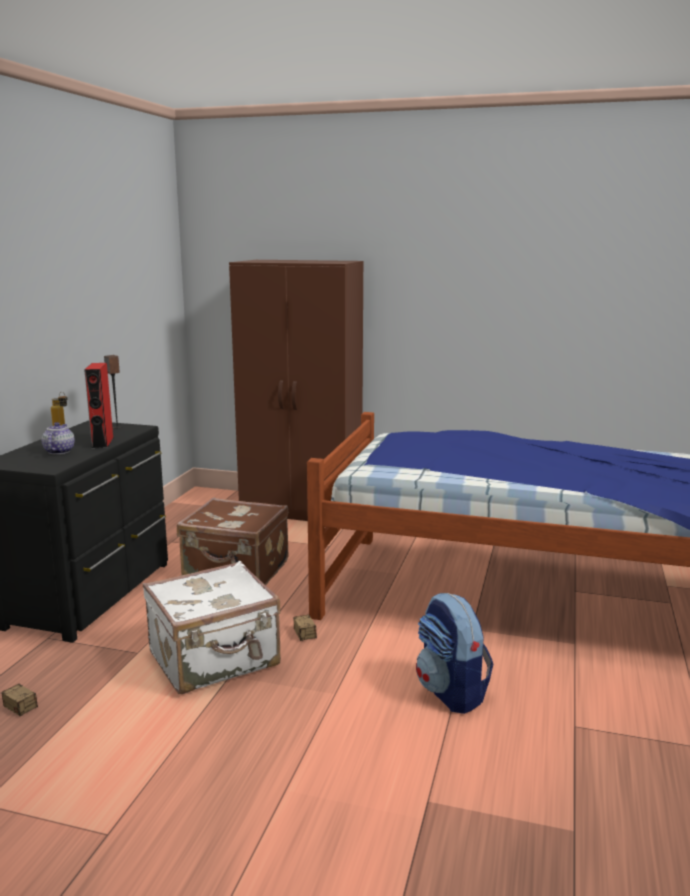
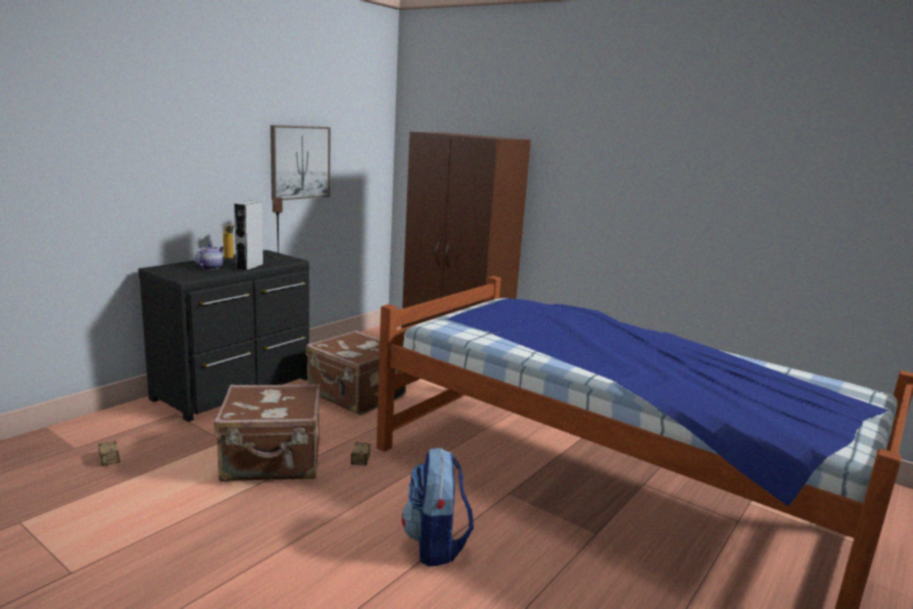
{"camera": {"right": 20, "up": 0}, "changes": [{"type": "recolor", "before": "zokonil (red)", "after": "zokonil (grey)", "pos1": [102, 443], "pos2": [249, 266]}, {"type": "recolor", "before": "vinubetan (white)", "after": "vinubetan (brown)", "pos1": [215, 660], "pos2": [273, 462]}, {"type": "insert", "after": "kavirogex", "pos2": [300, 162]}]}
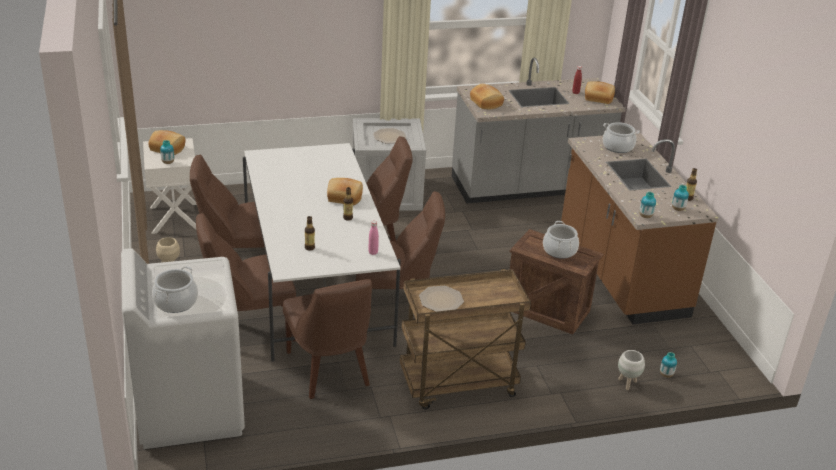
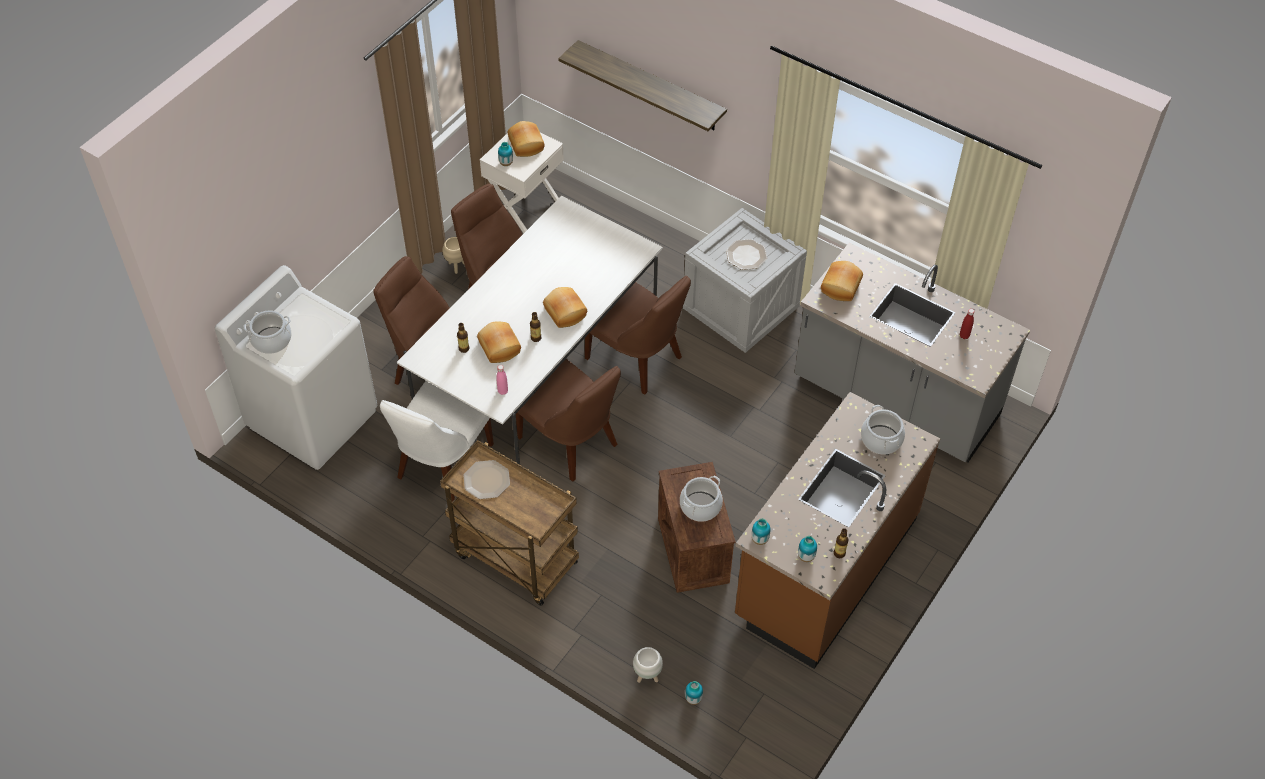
{"camera": {"right": 50, "up": 20}, "changes": [{"type": "recolor", "before": "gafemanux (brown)", "after": "gafemanux (white)", "pos1": [329, 371], "pos2": [442, 464]}, {"type": "move", "before": "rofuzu", "pos1": [598, 99], "pos2": [498, 348]}, {"type": "insert", "after": "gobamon", "pos2": [651, 86]}]}
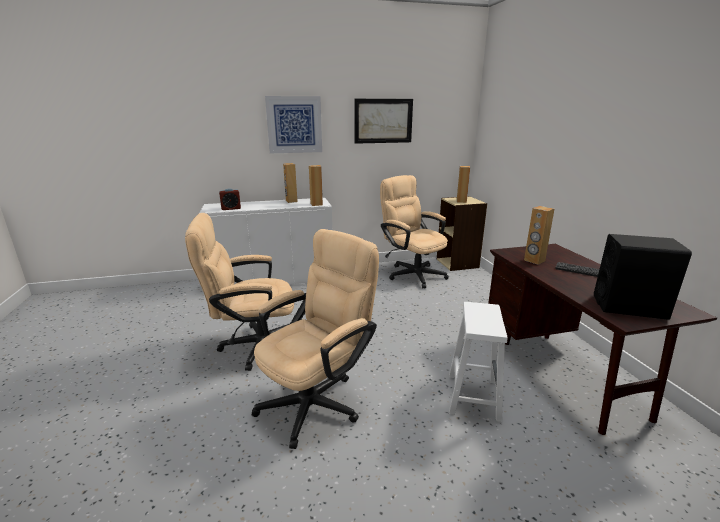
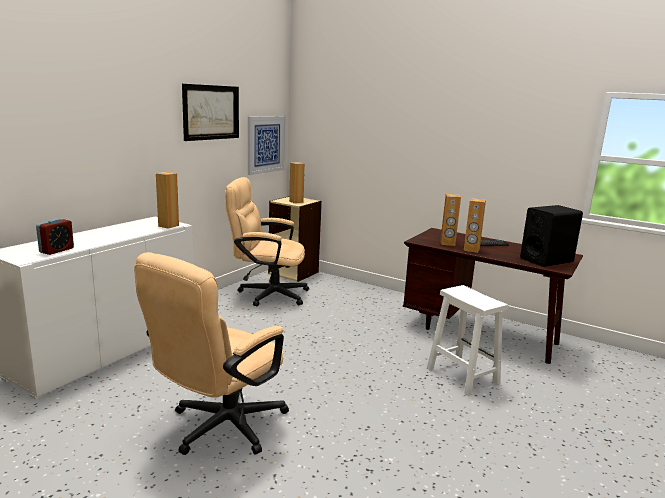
{"camera": {"right": -45, "up": -5}, "changes": [{"type": "delete", "before": "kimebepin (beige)", "pos1": [318, 400]}, {"type": "move", "before": "kavirogex", "pos1": [294, 125], "pos2": [265, 144]}, {"type": "move", "before": "zokonil (brown)", "pos1": [291, 201], "pos2": [471, 250]}]}
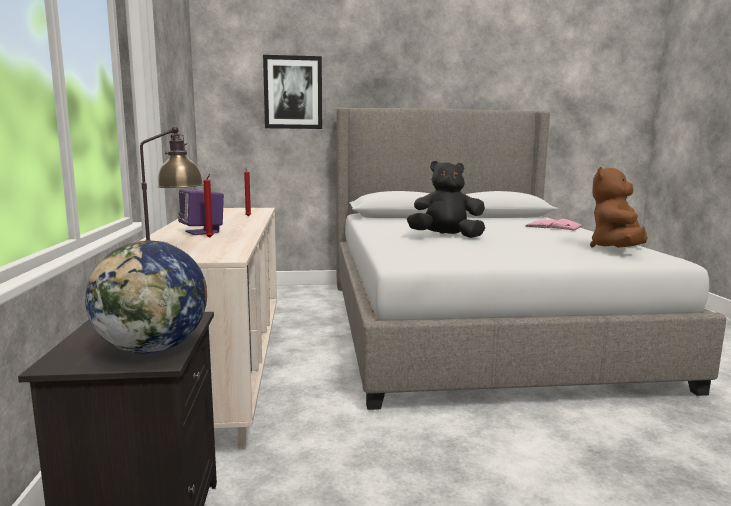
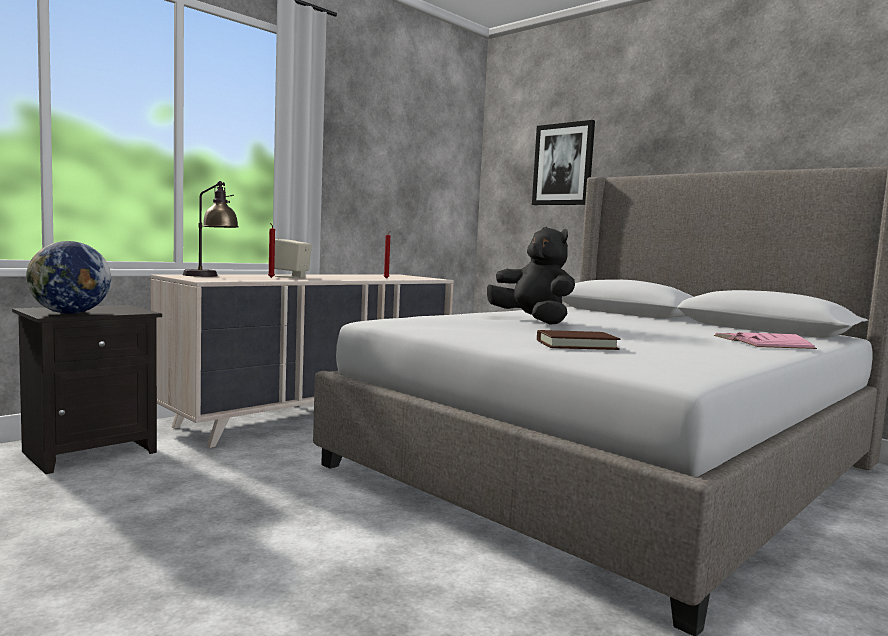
{"camera": {"right": 50, "up": -5}, "changes": [{"type": "recolor", "before": "zokonil (purple)", "after": "zokonil (beige)", "pos1": [202, 232], "pos2": [290, 276]}, {"type": "delete", "before": "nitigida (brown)", "pos1": [617, 250]}, {"type": "insert", "after": "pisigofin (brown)", "pos2": [576, 345]}]}
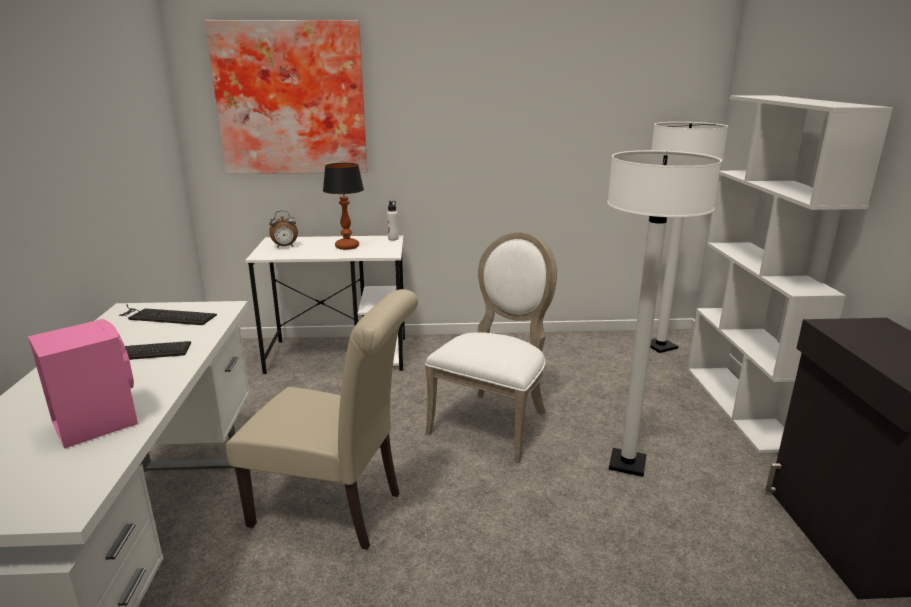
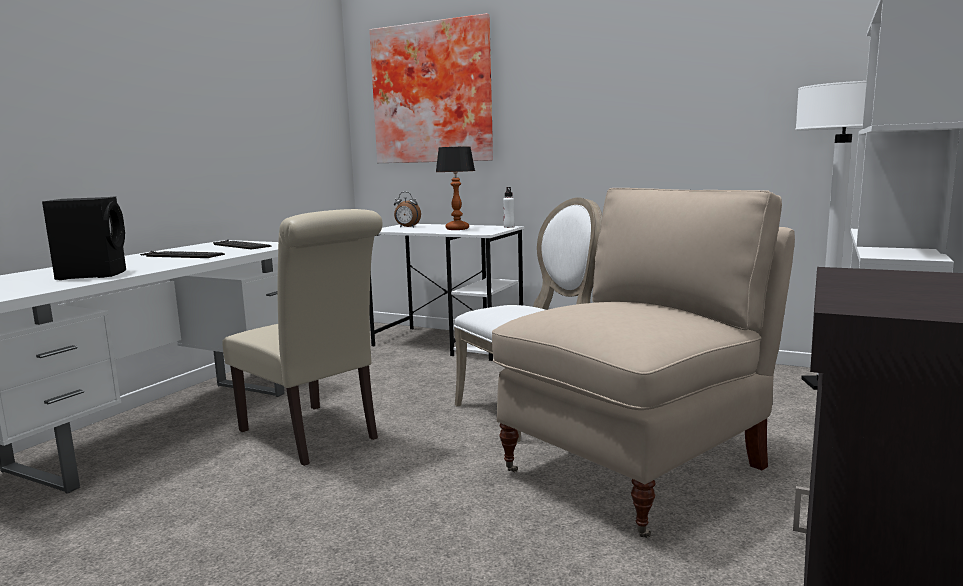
{"camera": {"right": 30, "up": -10}, "changes": [{"type": "recolor", "before": "zokonil (pink)", "after": "zokonil (black)", "pos1": [96, 422], "pos2": [94, 274]}, {"type": "replace", "before": "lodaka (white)", "after": "gafemanux (beige)", "pos1": [627, 464], "pos2": [638, 468]}]}
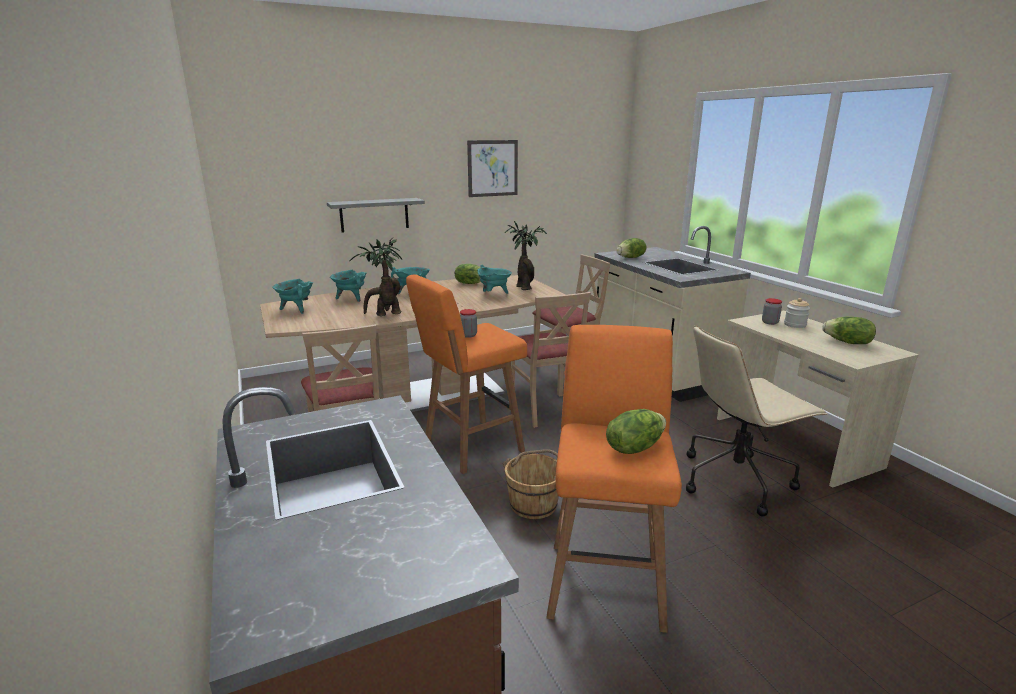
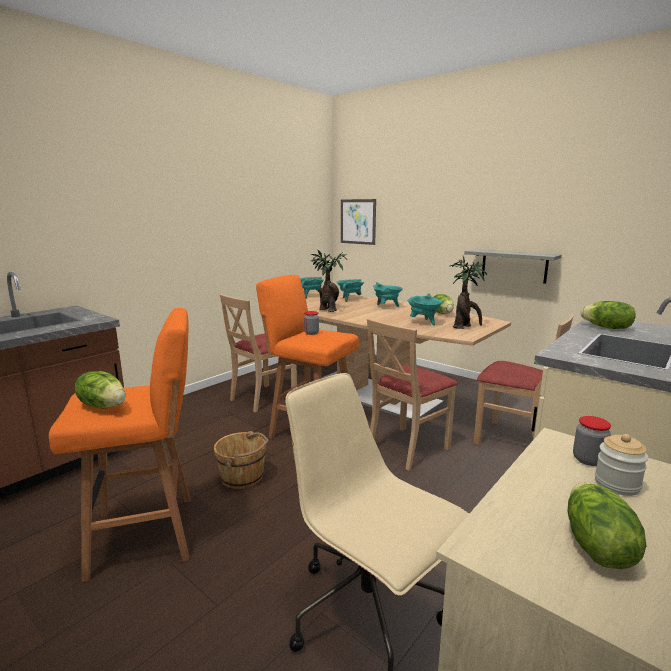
{"camera": {"right": 65, "up": -5}, "changes": [{"type": "move", "before": "gobamon (grey)", "pos1": [374, 215], "pos2": [514, 266]}, {"type": "move", "before": "kavirogex", "pos1": [492, 168], "pos2": [358, 221]}]}
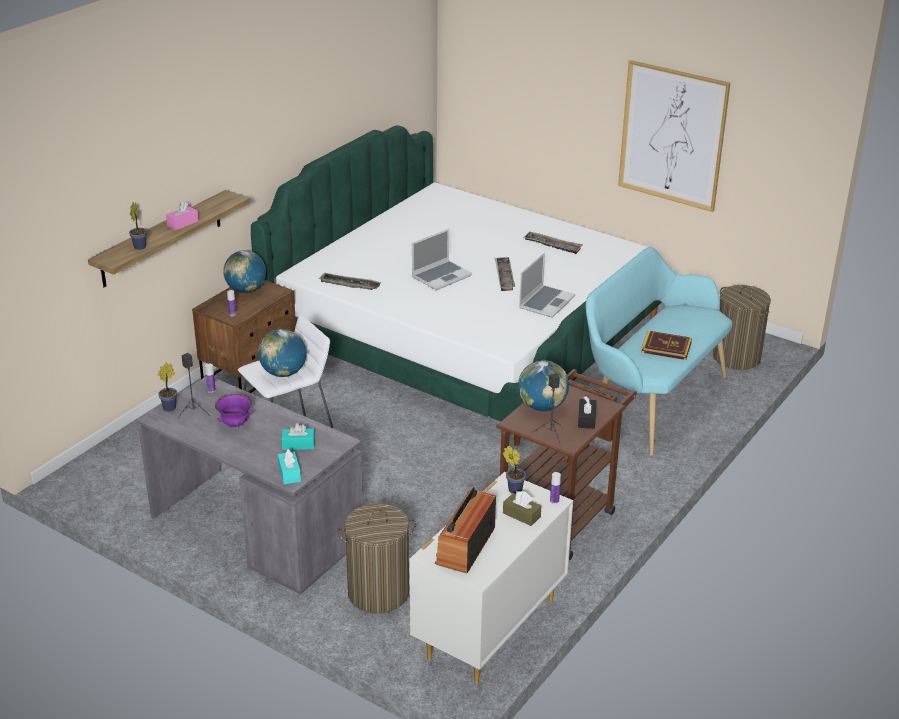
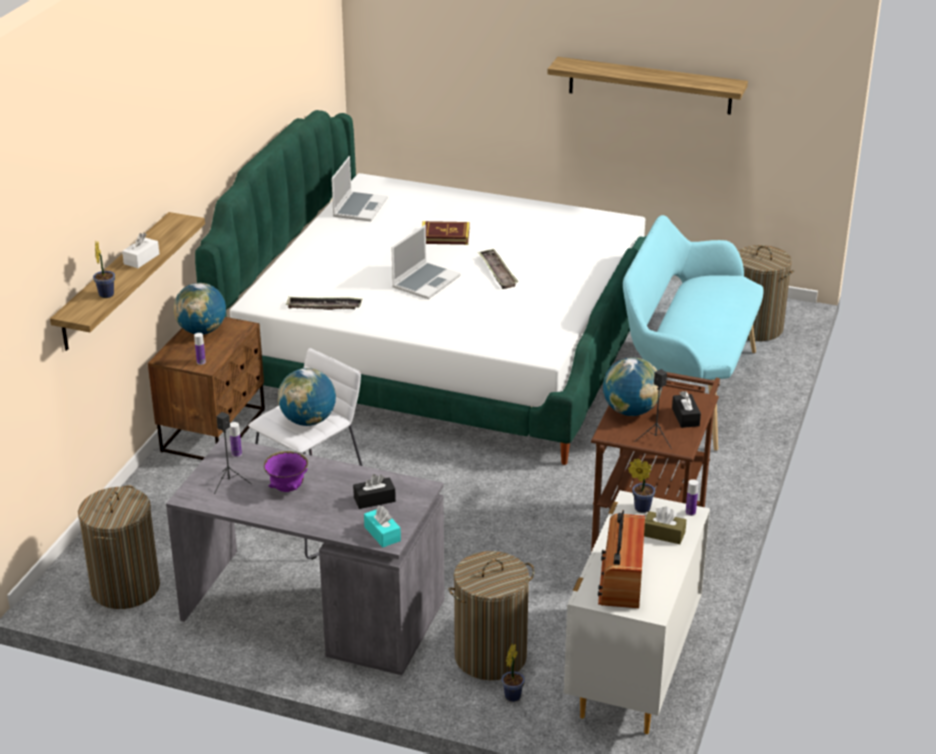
{"camera": {"right": -15, "up": 0}, "changes": [{"type": "move", "before": "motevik", "pos1": [171, 407], "pos2": [513, 695]}, {"type": "recolor", "before": "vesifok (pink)", "after": "vesifok (white)", "pos1": [182, 223], "pos2": [141, 259]}, {"type": "recolor", "before": "vesifok (turquoise)", "after": "vesifok (black)", "pos1": [298, 444], "pos2": [374, 499]}, {"type": "move", "before": "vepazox", "pos1": [546, 302], "pos2": [359, 207]}, {"type": "delete", "before": "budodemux", "pos1": [552, 245]}, {"type": "replace", "before": "kavirogex", "after": "gobamon", "pos1": [672, 135], "pos2": [650, 85]}, {"type": "move", "before": "pisigofin", "pos1": [666, 348], "pos2": [445, 236]}, {"type": "insert", "after": "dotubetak", "pos2": [125, 588]}]}
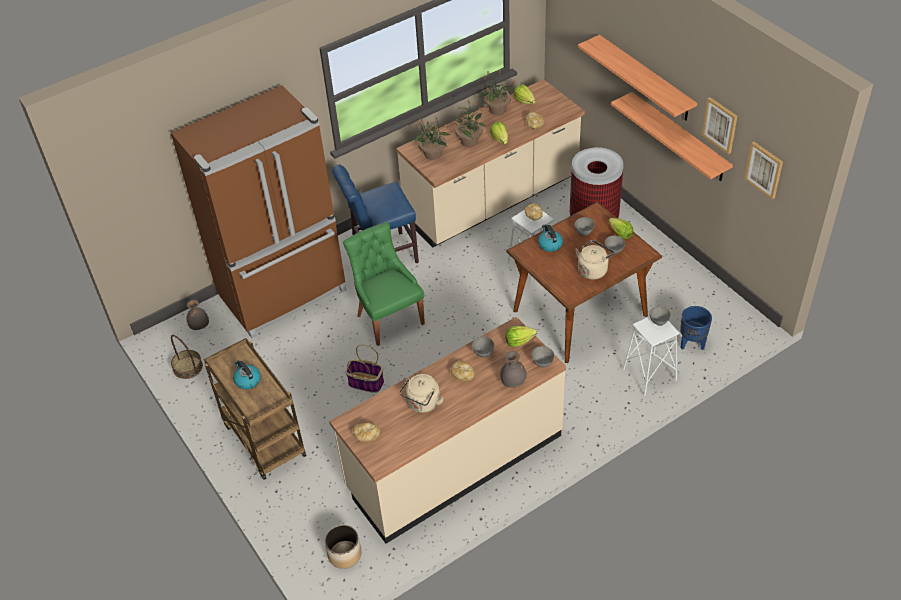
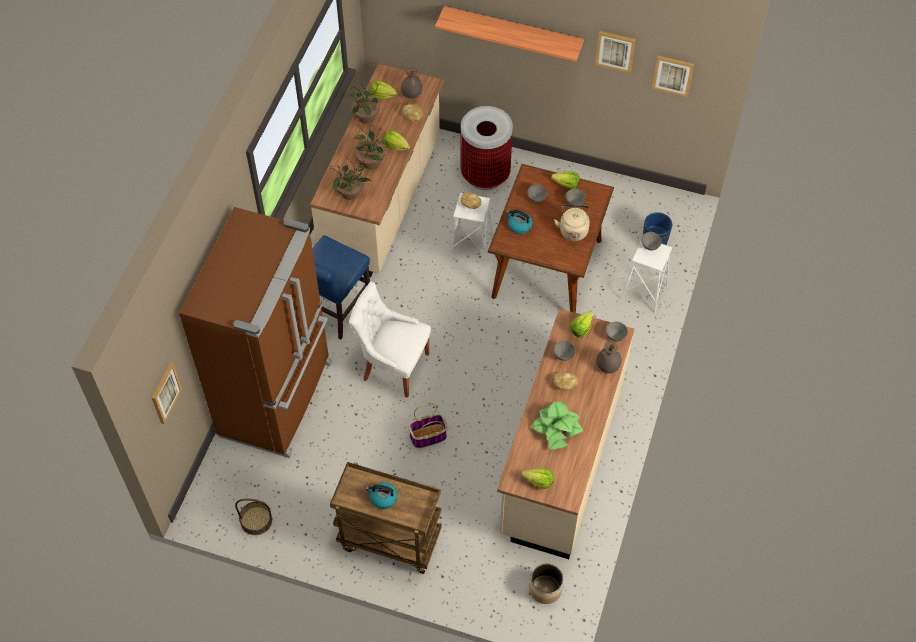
{"camera": {"right": -40, "up": 10}, "changes": [{"type": "move", "before": "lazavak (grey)", "pos1": [199, 326], "pos2": [411, 94]}, {"type": "recolor", "before": "gafemanux (green)", "after": "gafemanux (white)", "pos1": [388, 318], "pos2": [393, 366]}, {"type": "replace", "before": "rofuzu", "after": "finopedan", "pos1": [366, 436], "pos2": [538, 482]}, {"type": "replace", "before": "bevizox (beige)", "after": "motevik", "pos1": [422, 404], "pos2": [557, 428]}, {"type": "delete", "before": "gobamon", "pos1": [679, 137]}, {"type": "insert", "after": "kavirogex", "pos2": [165, 392]}]}
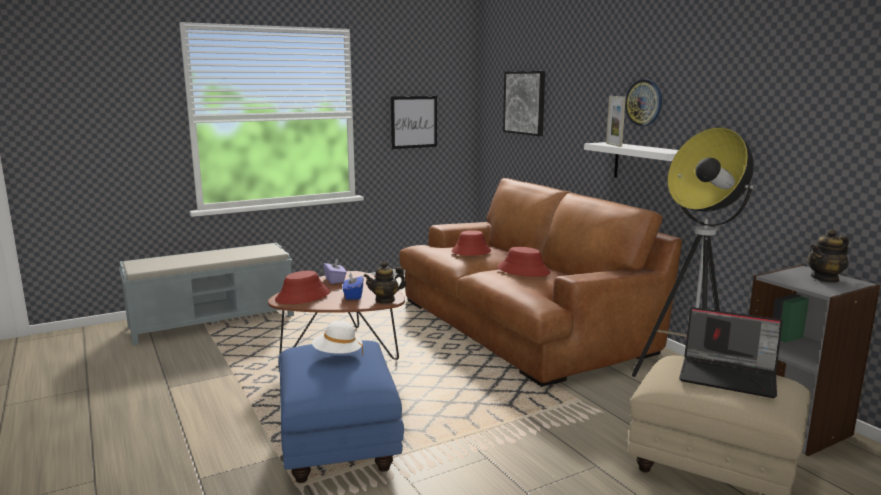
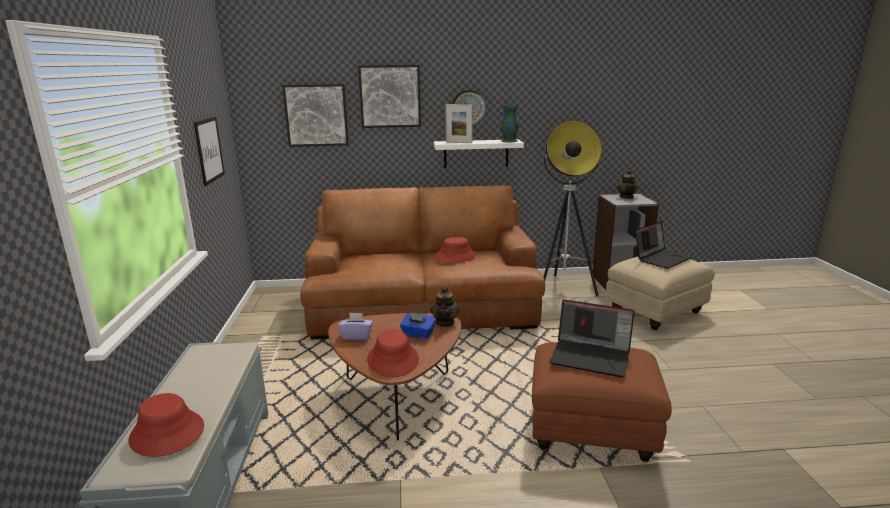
{"camera": {"right": -65, "up": 5}, "changes": [{"type": "recolor", "before": "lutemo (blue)", "after": "lutemo (brown)", "pos1": [339, 446], "pos2": [593, 431]}, {"type": "replace", "before": "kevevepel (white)", "after": "vepazox", "pos1": [337, 355], "pos2": [591, 357]}, {"type": "move", "before": "kevevepel (red)", "pos1": [471, 251], "pos2": [167, 433]}, {"type": "insert", "after": "kavirogex", "pos2": [390, 96]}, {"type": "insert", "after": "lazavak (green)", "pos2": [509, 141]}]}
